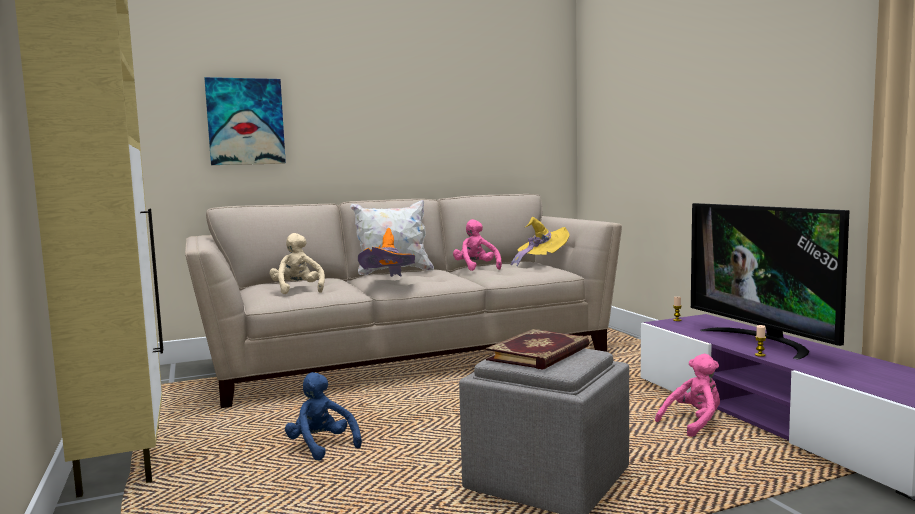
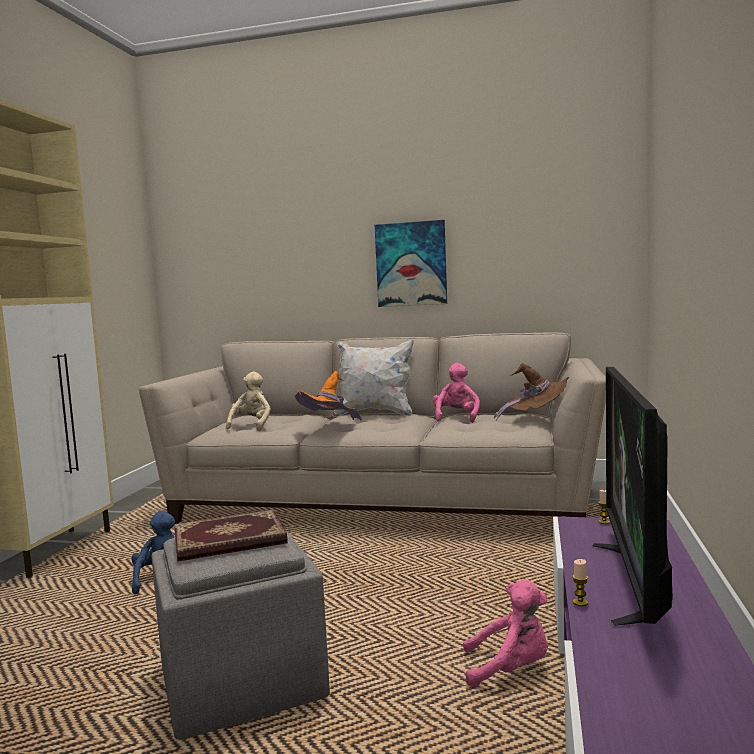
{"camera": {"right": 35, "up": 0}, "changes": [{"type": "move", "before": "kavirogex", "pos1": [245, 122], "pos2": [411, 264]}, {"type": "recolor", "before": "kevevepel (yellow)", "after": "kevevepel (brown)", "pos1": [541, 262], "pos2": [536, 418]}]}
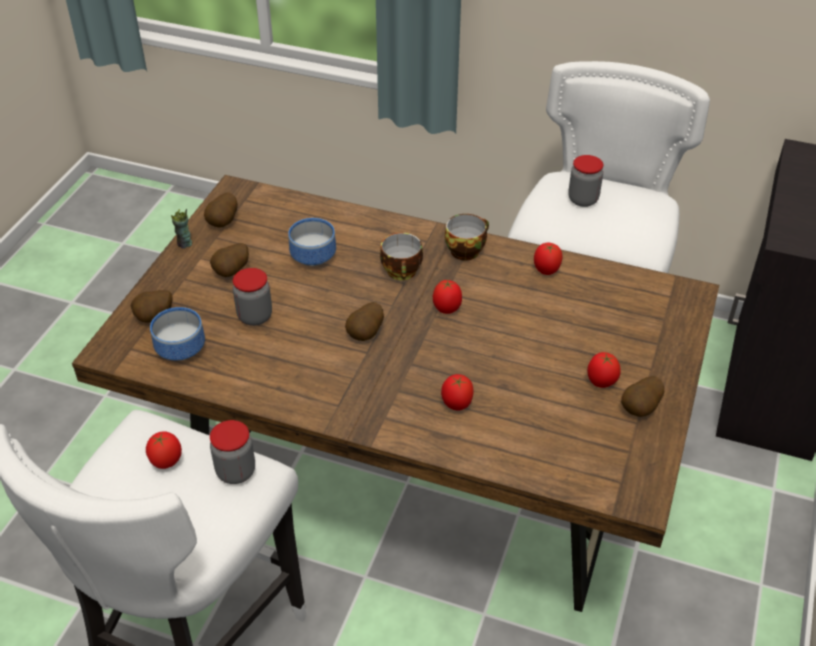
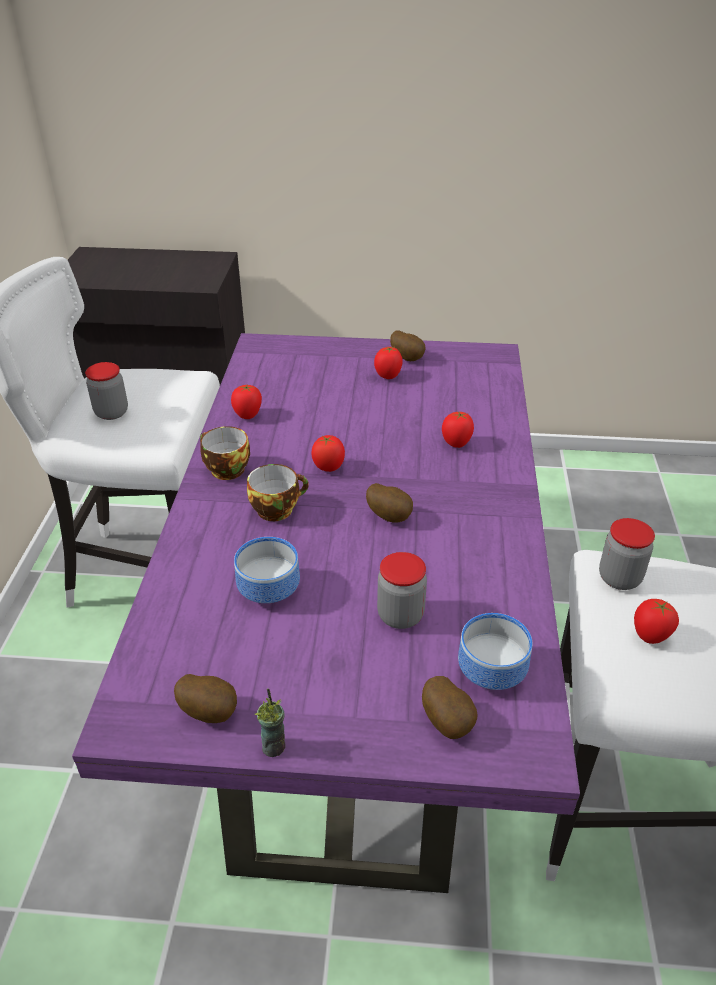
{"camera": {"right": -105, "up": -5}, "changes": [{"type": "recolor", "before": "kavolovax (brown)", "after": "kavolovax (purple)", "pos1": [404, 484], "pos2": [359, 680]}, {"type": "delete", "before": "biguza", "pos1": [232, 272]}]}
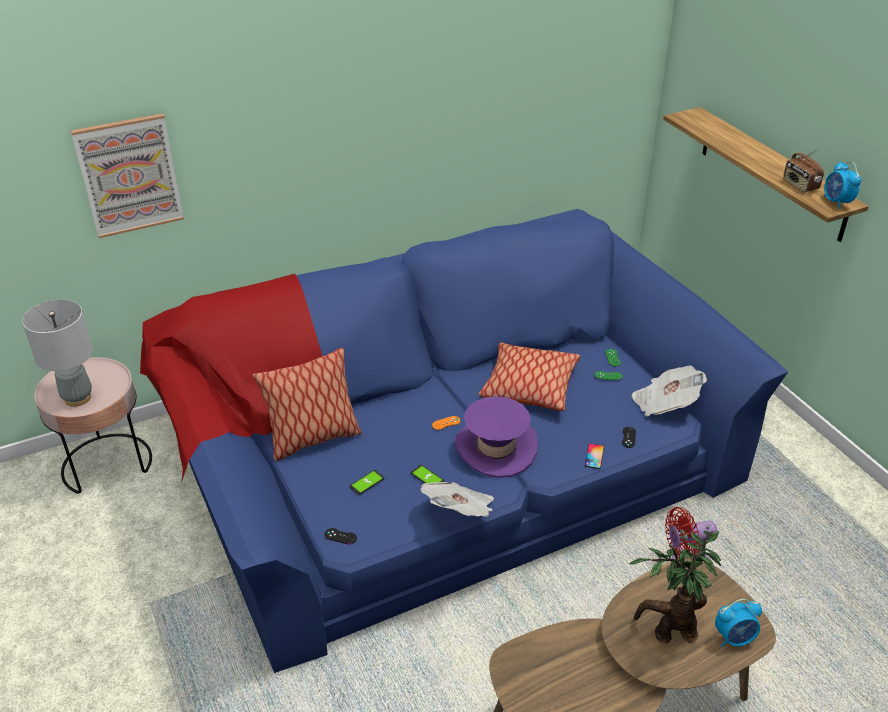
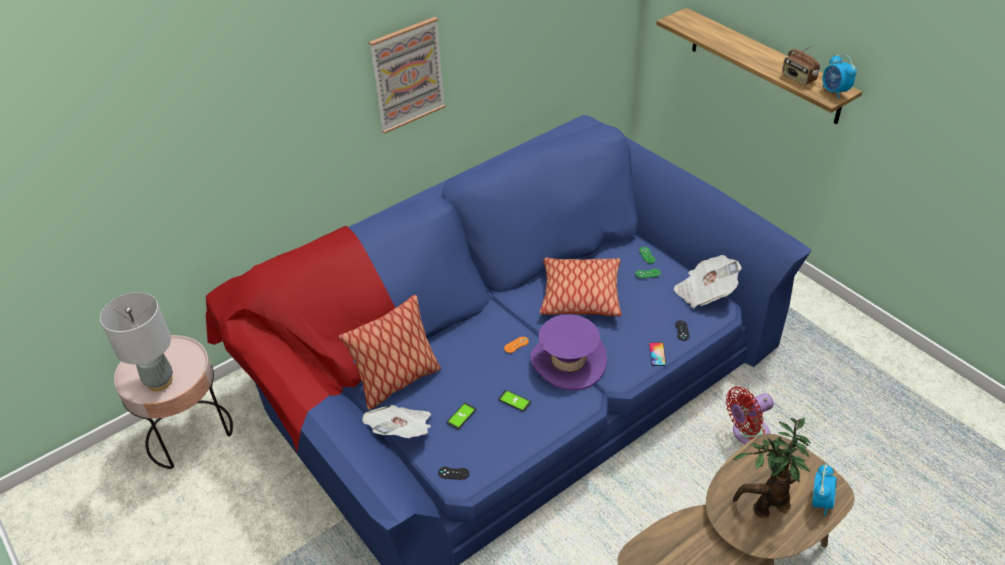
{"camera": {"right": -10, "up": 5}, "changes": [{"type": "move", "before": "kavirogex", "pos1": [129, 175], "pos2": [407, 75]}, {"type": "move", "before": "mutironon", "pos1": [460, 512], "pos2": [402, 432]}, {"type": "rotate", "before": "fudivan", "pos1": [734, 638], "pos2": [820, 501], "turn": -45}]}
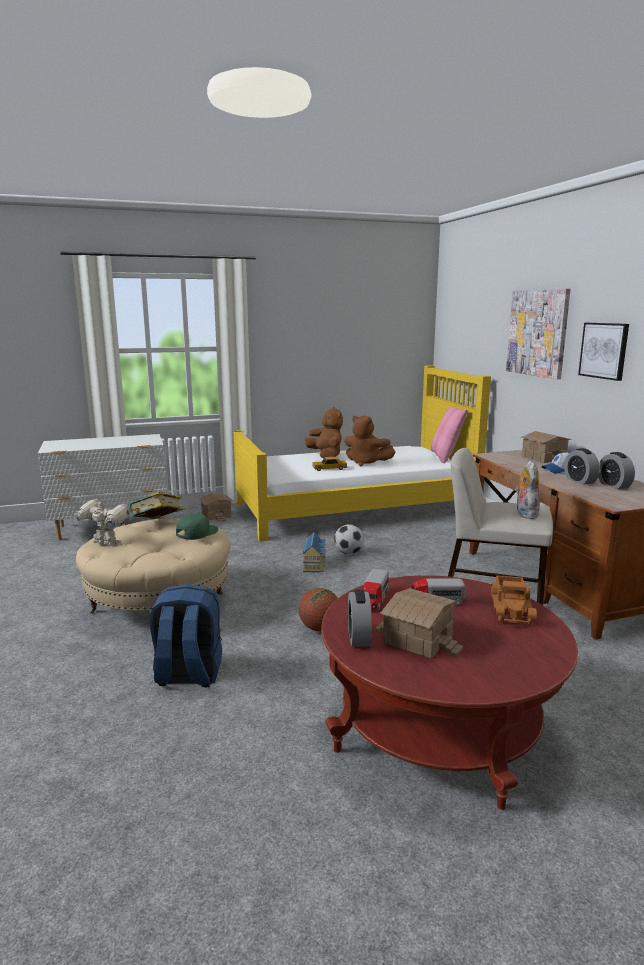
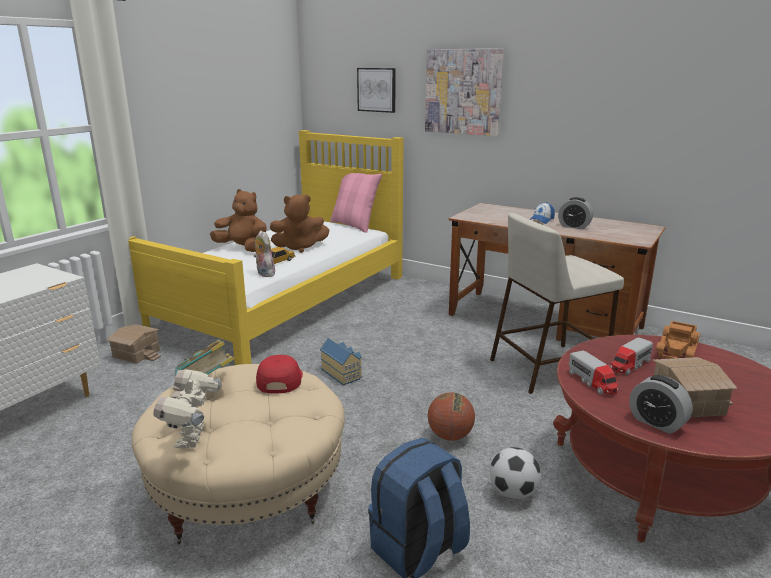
{"camera": {"right": -40, "up": 5}, "changes": [{"type": "rotate", "before": "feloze", "pos1": [105, 544], "pos2": [193, 438], "turn": -75}, {"type": "recolor", "before": "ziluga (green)", "after": "ziluga (red)", "pos1": [196, 532], "pos2": [279, 379]}, {"type": "move", "before": "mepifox", "pos1": [348, 553], "pos2": [513, 493]}, {"type": "rotate", "before": "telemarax", "pos1": [512, 608], "pos2": [678, 349], "turn": 60}, {"type": "move", "before": "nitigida", "pos1": [524, 514], "pos2": [264, 273]}, {"type": "delete", "before": "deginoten", "pos1": [544, 458]}, {"type": "move", "before": "kavirogex", "pos1": [604, 350], "pos2": [377, 90]}, {"type": "delete", "before": "fudivan", "pos1": [614, 485]}]}
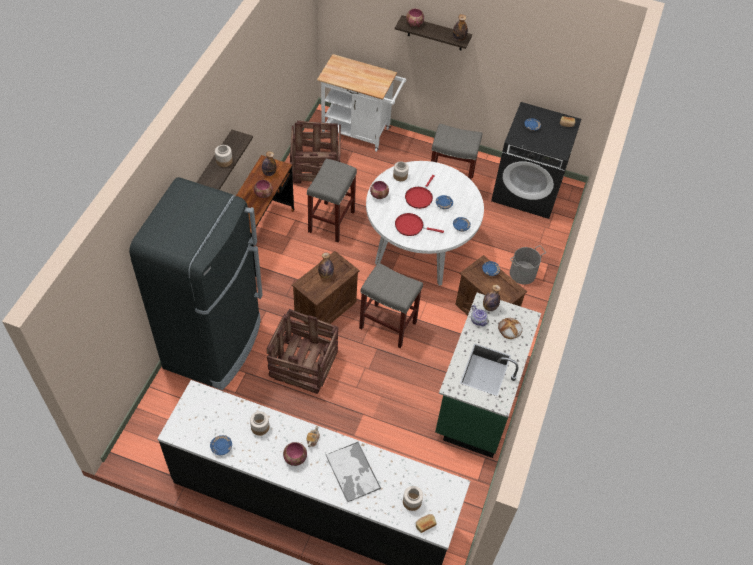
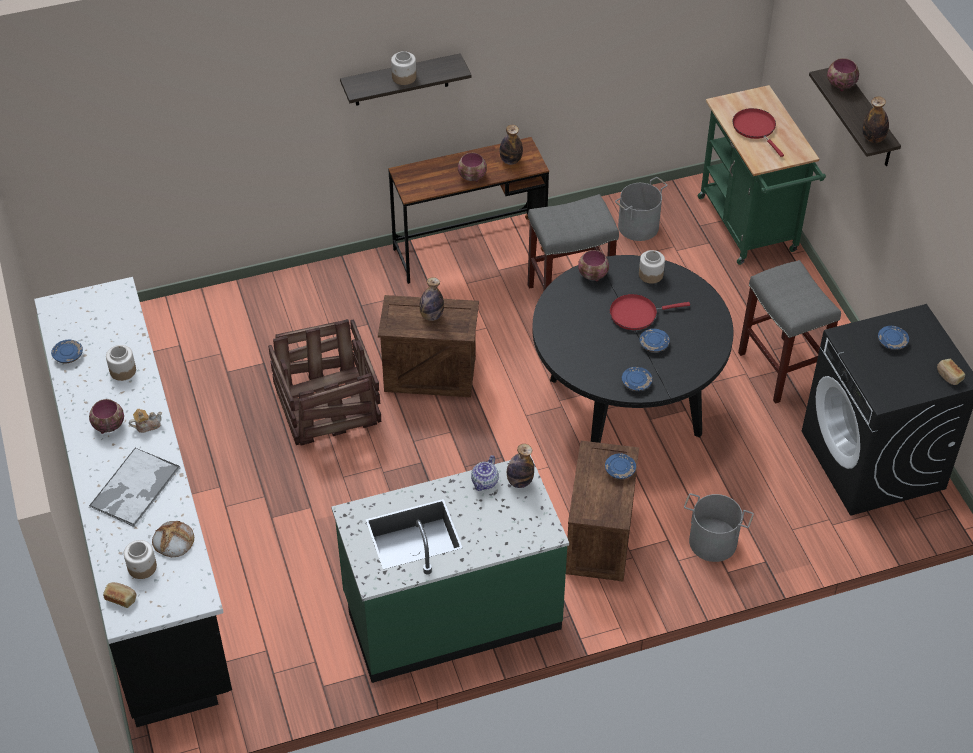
{"camera": {"right": 55, "up": -5}, "changes": [{"type": "delete", "before": "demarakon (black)", "pos1": [214, 344]}, {"type": "replace", "before": "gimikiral", "after": "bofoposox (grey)", "pos1": [315, 167], "pos2": [638, 226]}, {"type": "recolor", "before": "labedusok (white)", "after": "labedusok (green)", "pos1": [360, 132], "pos2": [750, 229]}, {"type": "delete", "before": "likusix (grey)", "pos1": [387, 325]}, {"type": "recolor", "before": "kavolovax (white)", "after": "kavolovax (black)", "pos1": [418, 249], "pos2": [625, 406]}, {"type": "move", "before": "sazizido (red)", "pos1": [411, 226], "pos2": [755, 128]}, {"type": "move", "before": "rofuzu", "pos1": [510, 329], "pos2": [173, 541]}]}
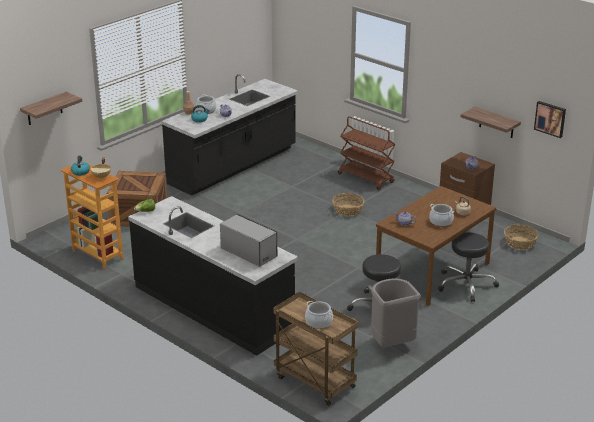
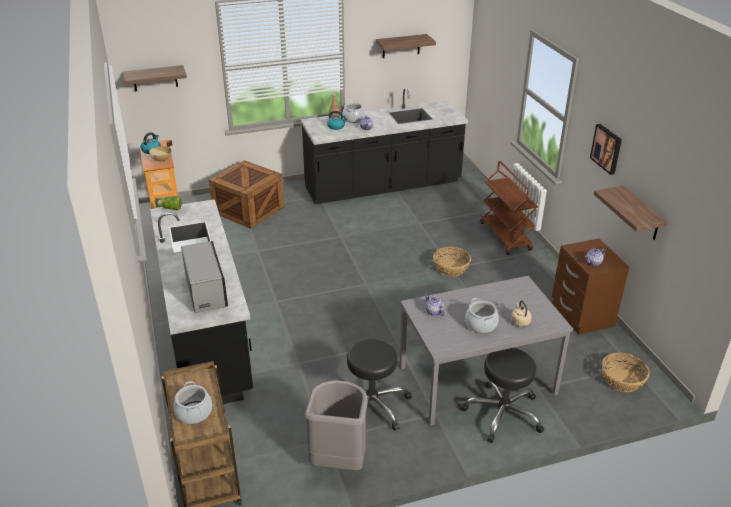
{"camera": {"right": 30, "up": 5}, "changes": [{"type": "recolor", "before": "kavolovax (brown)", "after": "kavolovax (grey)", "pos1": [433, 272], "pos2": [476, 380]}, {"type": "move", "before": "kavirogex", "pos1": [550, 118], "pos2": [607, 148]}, {"type": "insert", "after": "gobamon", "pos2": [401, 46]}]}
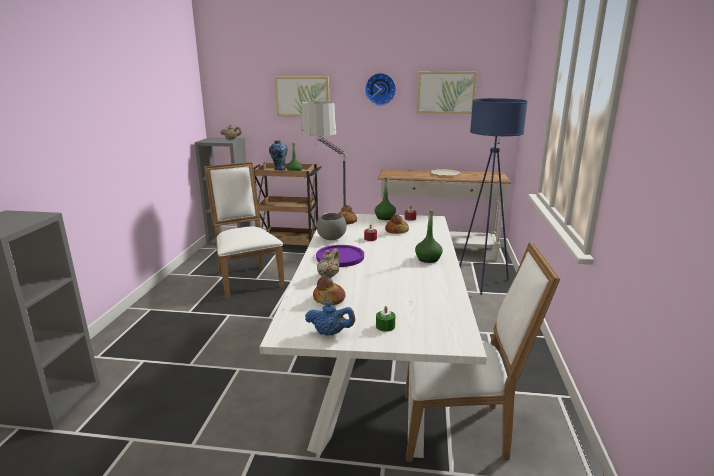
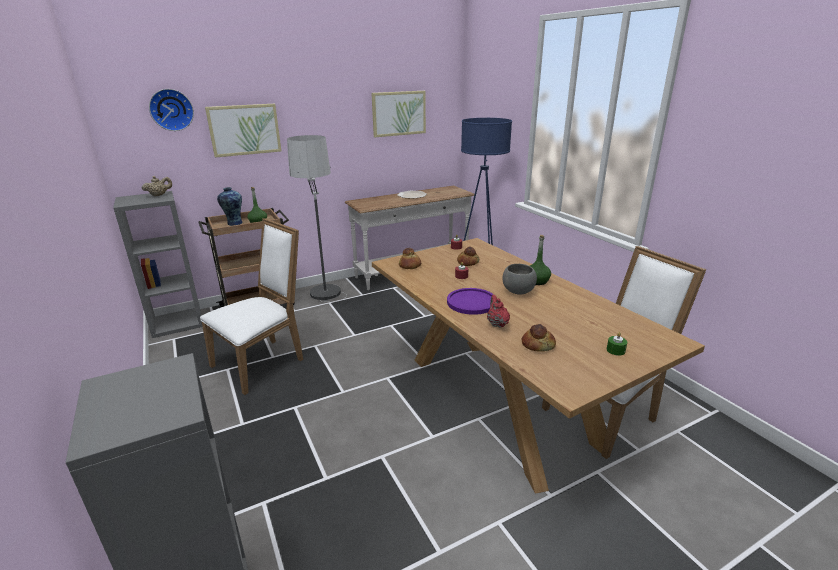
{"camera": {"right": -35, "up": 5}, "changes": [{"type": "rotate", "before": "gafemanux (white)", "pos1": [247, 280], "pos2": [263, 362], "turn": 105}, {"type": "recolor", "before": "kavolovax (white)", "after": "kavolovax (brown)", "pos1": [376, 371], "pos2": [499, 399]}, {"type": "delete", "before": "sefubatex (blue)", "pos1": [330, 333]}, {"type": "move", "before": "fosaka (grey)", "pos1": [331, 238], "pos2": [518, 292]}, {"type": "recolor", "before": "sefubatex (beige)", "after": "sefubatex (red)", "pos1": [328, 276], "pos2": [497, 324]}, {"type": "move", "before": "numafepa", "pos1": [380, 89], "pos2": [171, 110]}, {"type": "delete", "before": "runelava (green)", "pos1": [385, 217]}]}
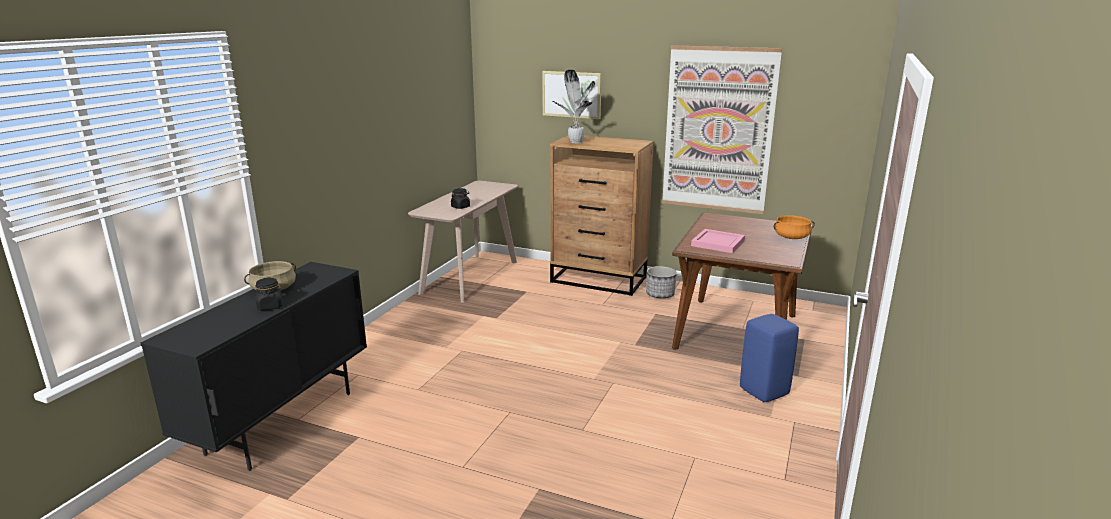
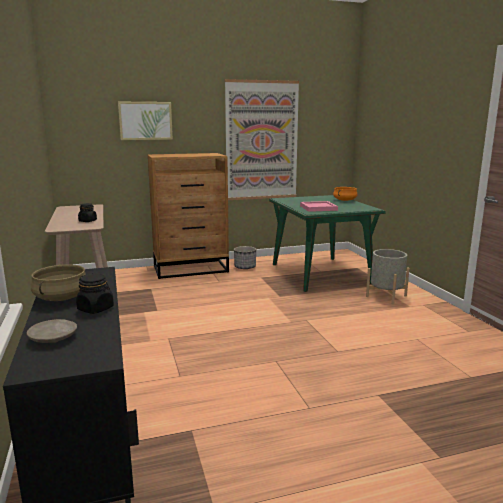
{"camera": {"right": -40, "up": -5}, "changes": [{"type": "delete", "before": "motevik", "pos1": [575, 142]}, {"type": "recolor", "before": "kavolovax (brown)", "after": "kavolovax (green)", "pos1": [736, 331], "pos2": [320, 273]}, {"type": "replace", "before": "likusix (blue)", "after": "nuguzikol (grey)", "pos1": [765, 392], "pos2": [386, 296]}, {"type": "insert", "after": "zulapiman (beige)", "pos2": [54, 338]}]}
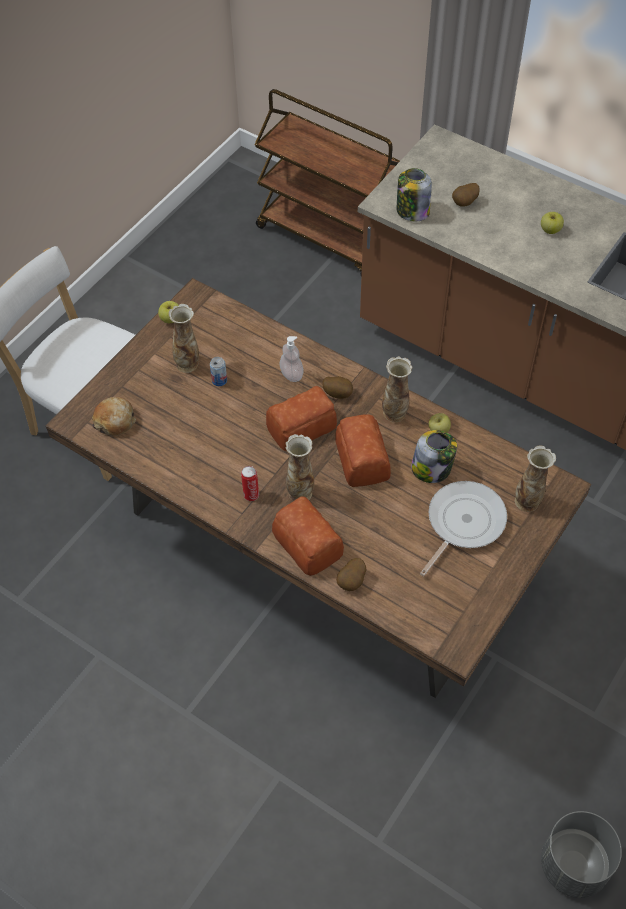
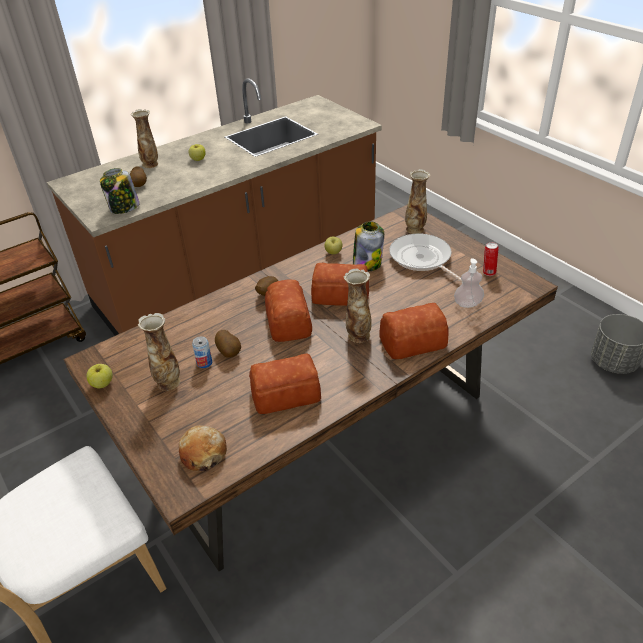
{"camera": {"right": -70, "up": -15}, "changes": [{"type": "move", "before": "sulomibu", "pos1": [251, 494], "pos2": [488, 273]}, {"type": "move", "before": "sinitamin", "pos1": [291, 374], "pos2": [467, 303]}, {"type": "move", "before": "biguza", "pos1": [352, 582], "pos2": [230, 352]}, {"type": "move", "before": "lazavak", "pos1": [394, 413], "pos2": [151, 164]}, {"type": "insert", "after": "rofuzu", "pos2": [287, 394]}]}
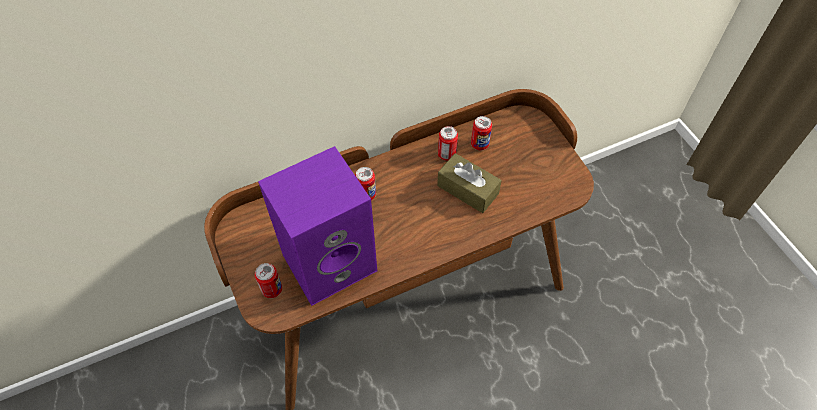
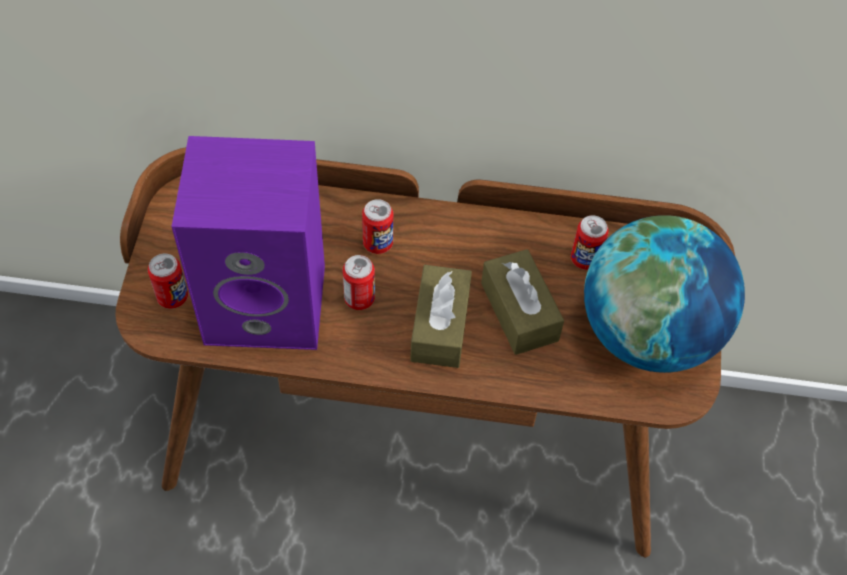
{"camera": {"right": 30, "up": 0}, "changes": [{"type": "move", "before": "sulomibu", "pos1": [447, 154], "pos2": [359, 299]}, {"type": "insert", "after": "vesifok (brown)", "pos2": [440, 326]}, {"type": "insert", "after": "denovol", "pos2": [647, 334]}]}
